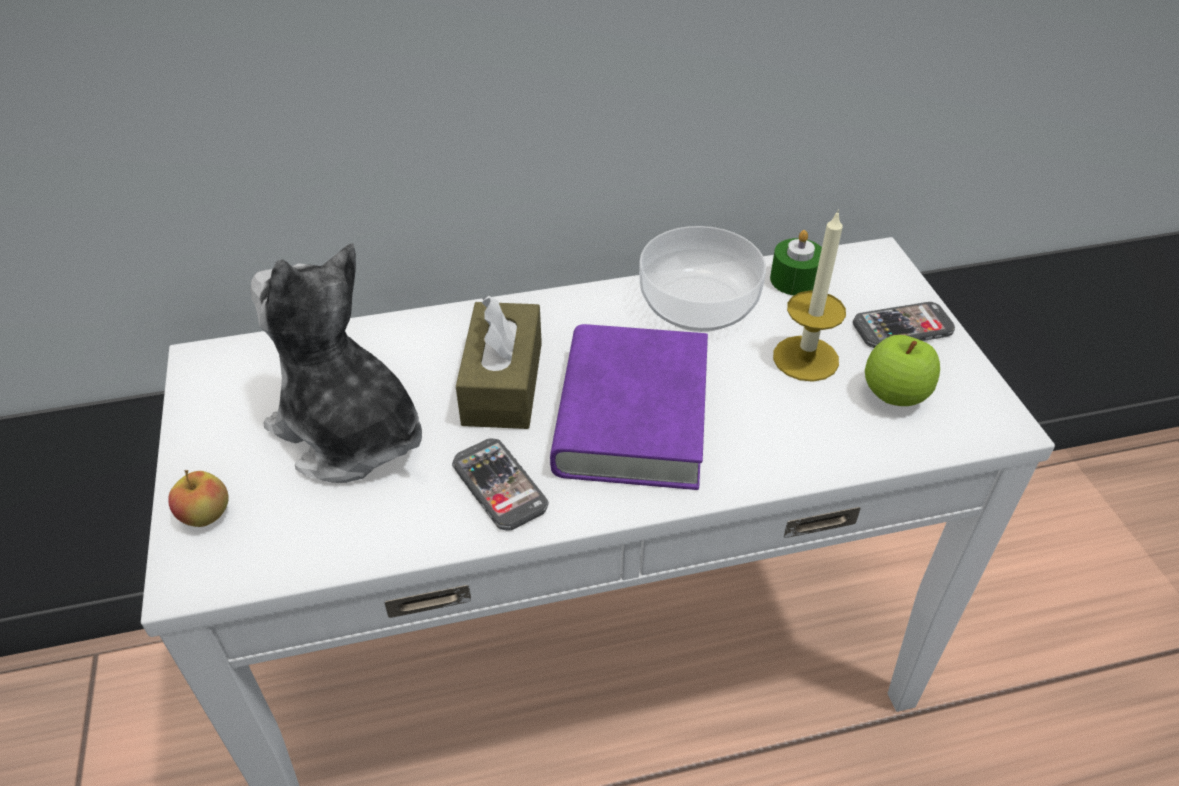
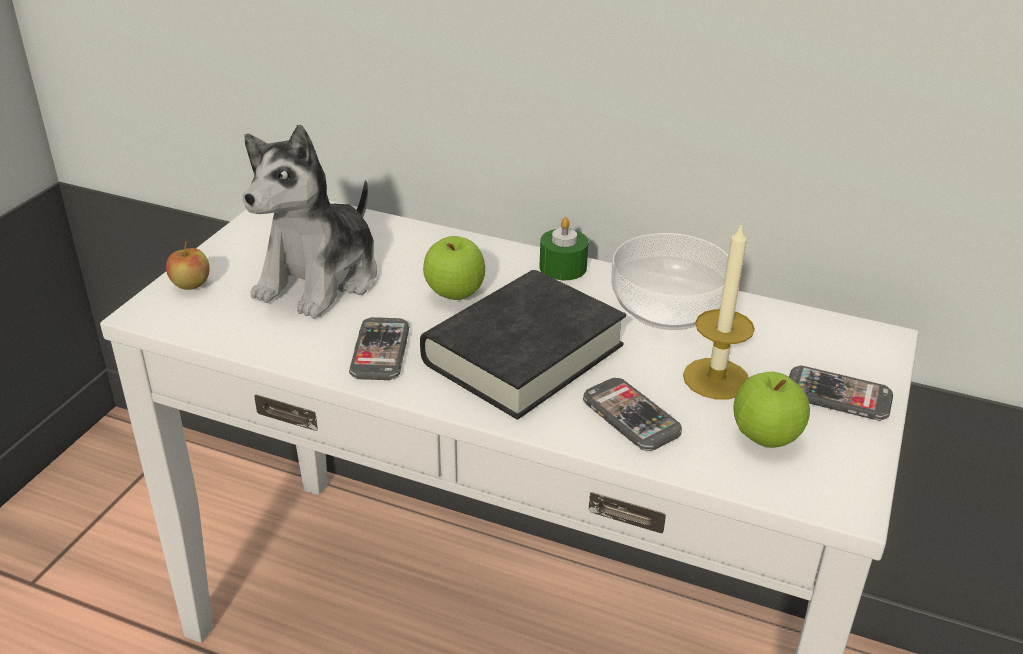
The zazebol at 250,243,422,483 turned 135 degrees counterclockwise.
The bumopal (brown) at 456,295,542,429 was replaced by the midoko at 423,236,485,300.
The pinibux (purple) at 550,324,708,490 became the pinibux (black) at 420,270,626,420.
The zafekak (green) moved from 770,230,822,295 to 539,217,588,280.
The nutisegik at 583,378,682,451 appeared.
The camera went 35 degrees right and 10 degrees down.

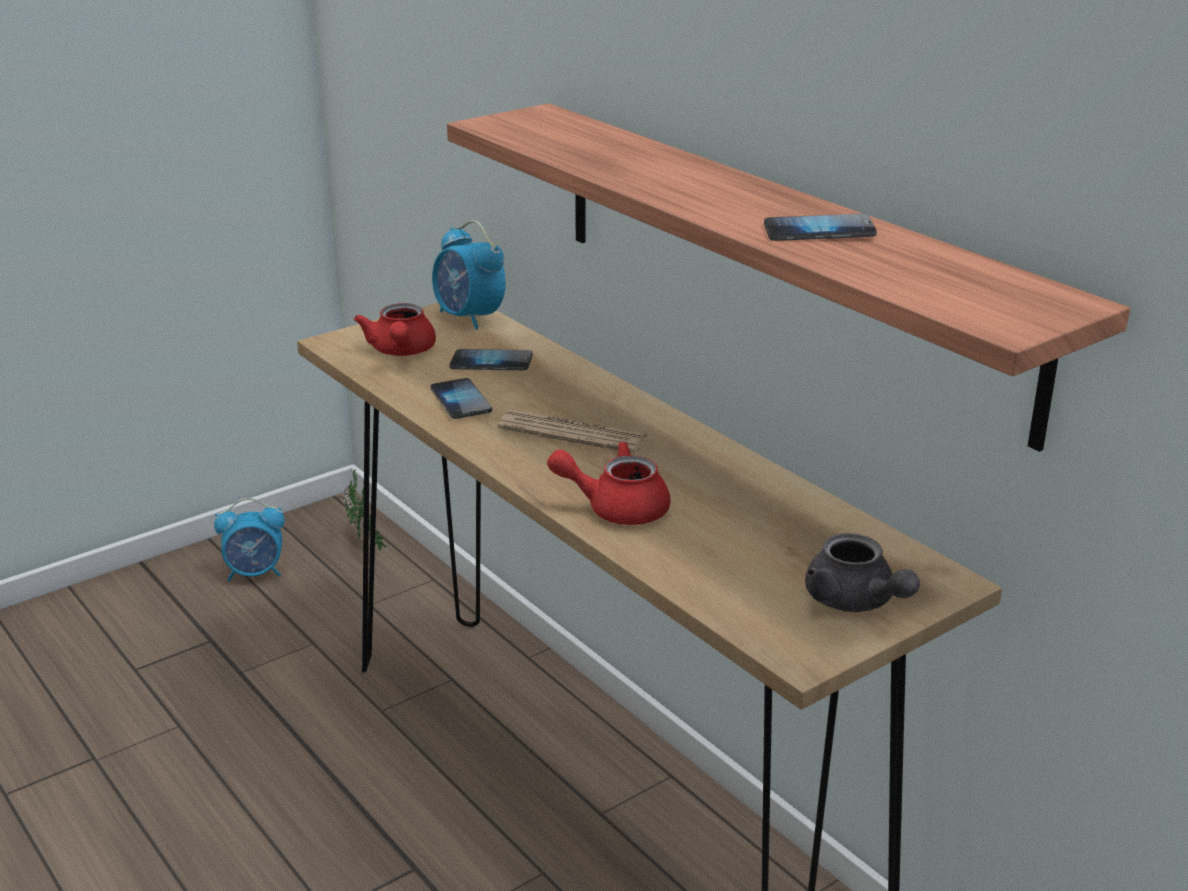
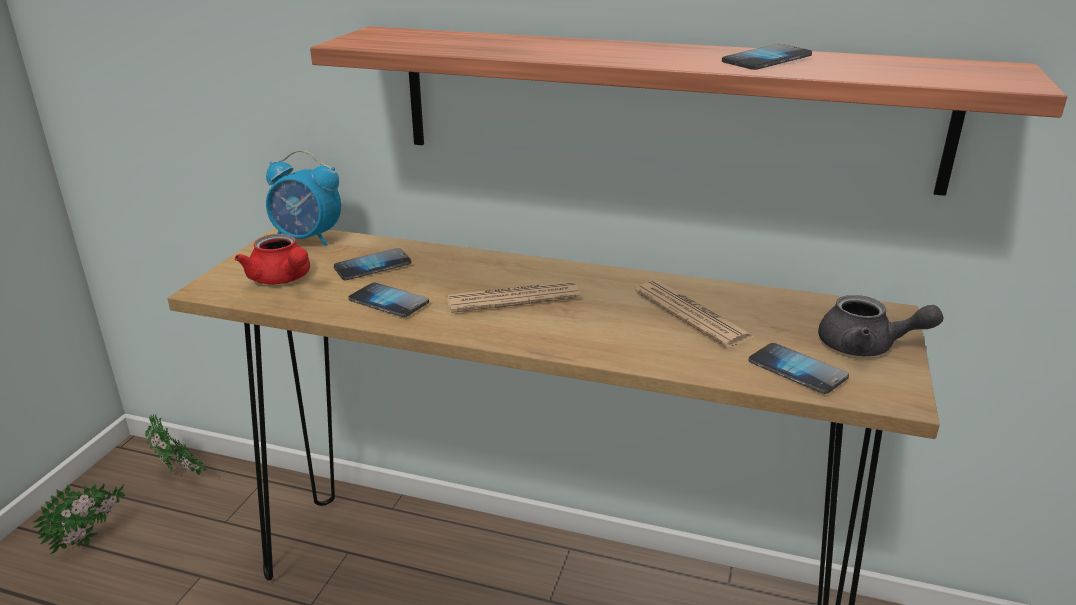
The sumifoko at 214,498,285,582 was replaced by the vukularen at 33,483,125,554.
The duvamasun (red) at 547,441,670,525 disappeared.
The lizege at 635,280,756,348 appeared.
The nutisegik at 748,343,849,394 appeared.
The camera went 35 degrees left and 0 degrees up.

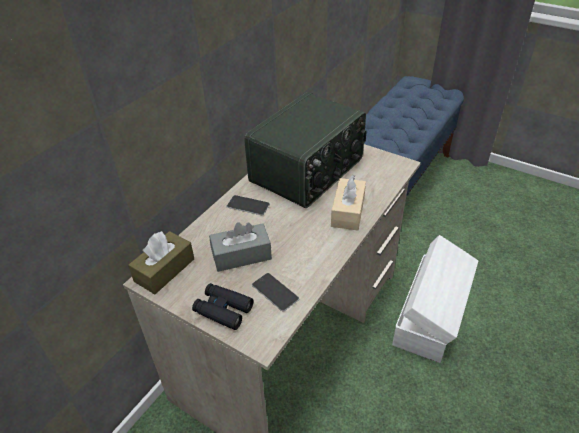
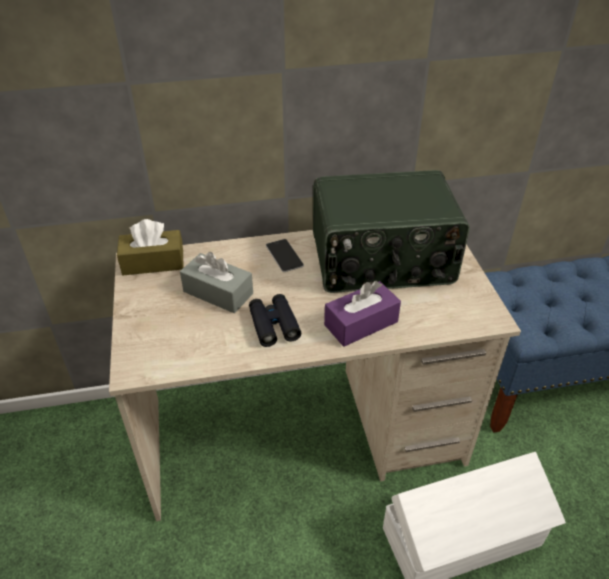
The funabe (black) moved from 192,283,254,330 to 249,294,301,347.
The nutisegik at 252,273,299,311 disappeared.
The bumopal (beige) at 331,175,366,230 became the bumopal (purple) at 324,281,401,347.
The camera went 45 degrees right and 0 degrees up.

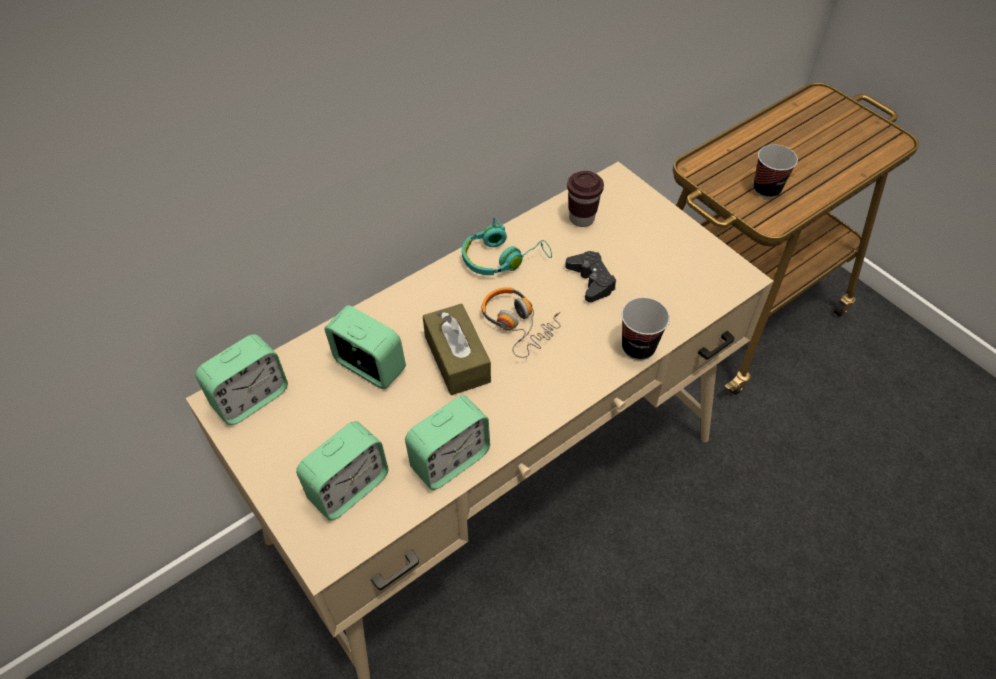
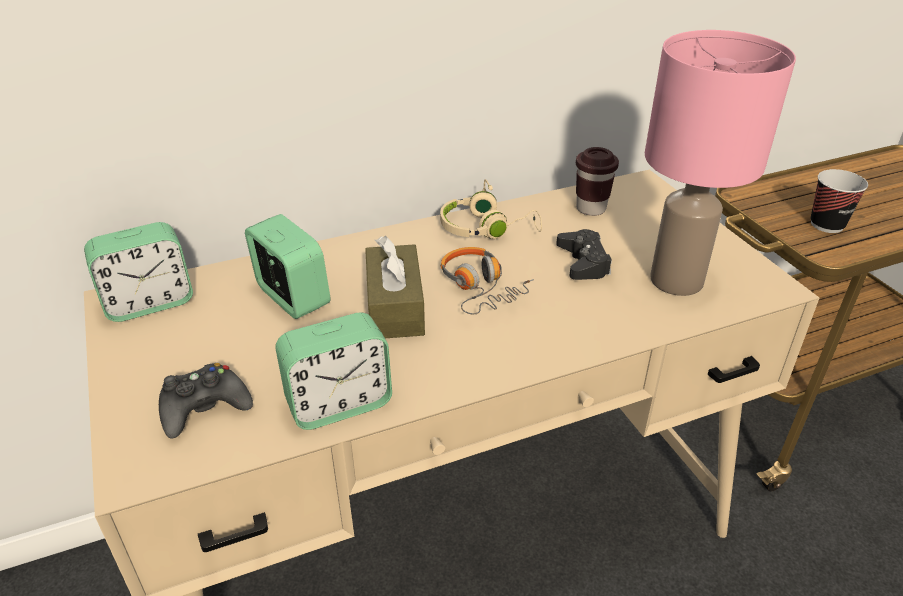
The sumifoko at 296,421,389,521 was replaced by the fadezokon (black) at 159,363,253,439.
The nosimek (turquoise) at 462,217,552,275 became the nosimek (beige) at 440,179,542,239.
The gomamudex at 621,297,670,360 disappeared.
The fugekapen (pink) at 645,30,796,296 appeared.
The camera went 15 degrees right and 15 degrees down.

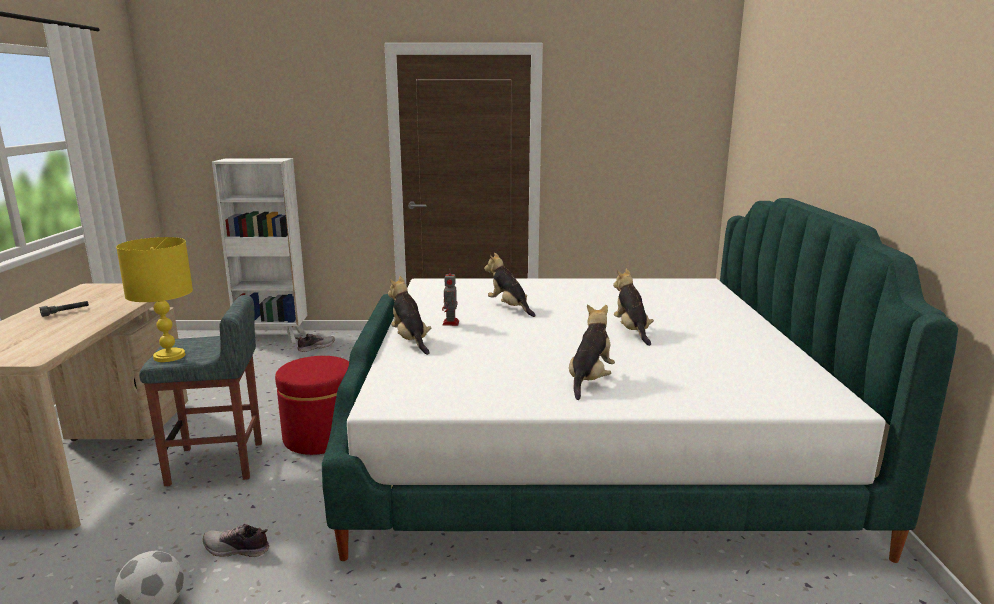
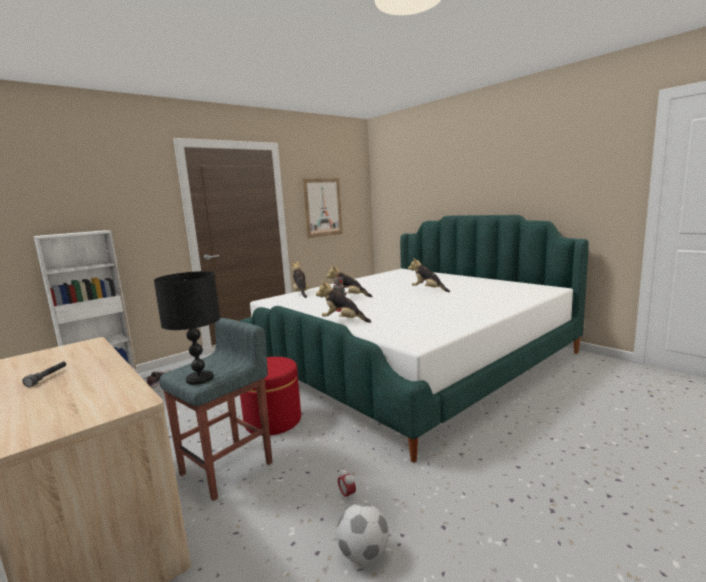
The fugekapen (yellow) at 116,237,193,362 became the fugekapen (black) at 154,271,220,385.
The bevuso at 203,524,269,557 was replaced by the sumifoko at 338,468,356,501.
The zazebol moved from 569,304,615,400 to 291,261,312,298.
The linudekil at 303,178,343,238 appeared.
The camera went 40 degrees left and 5 degrees down.

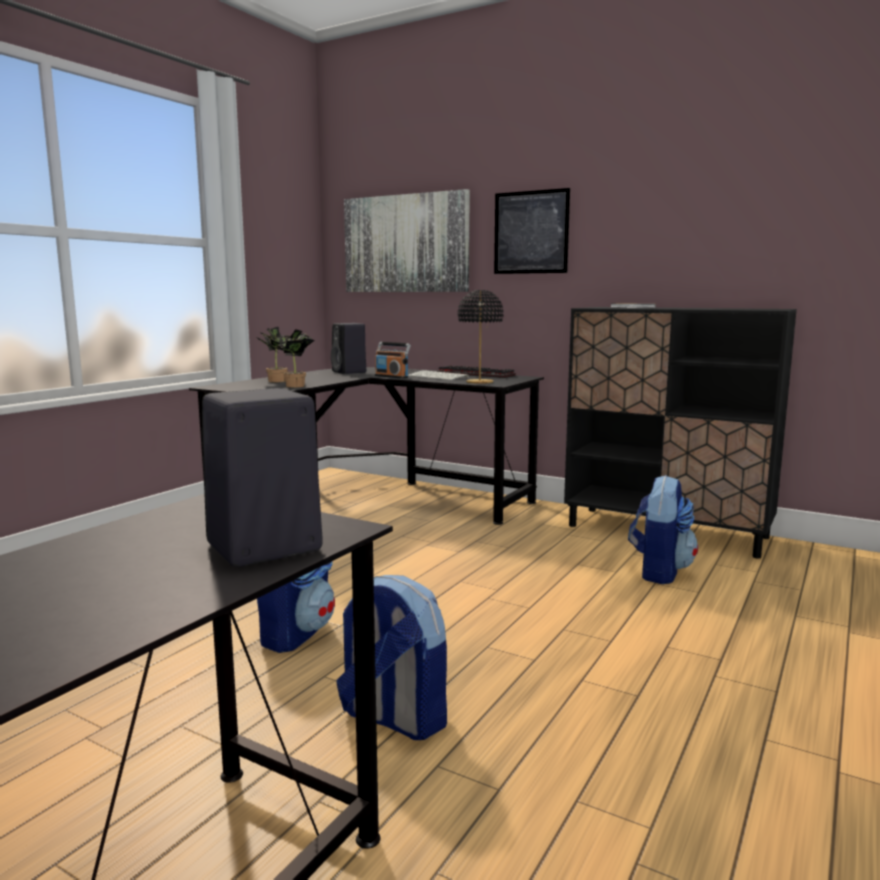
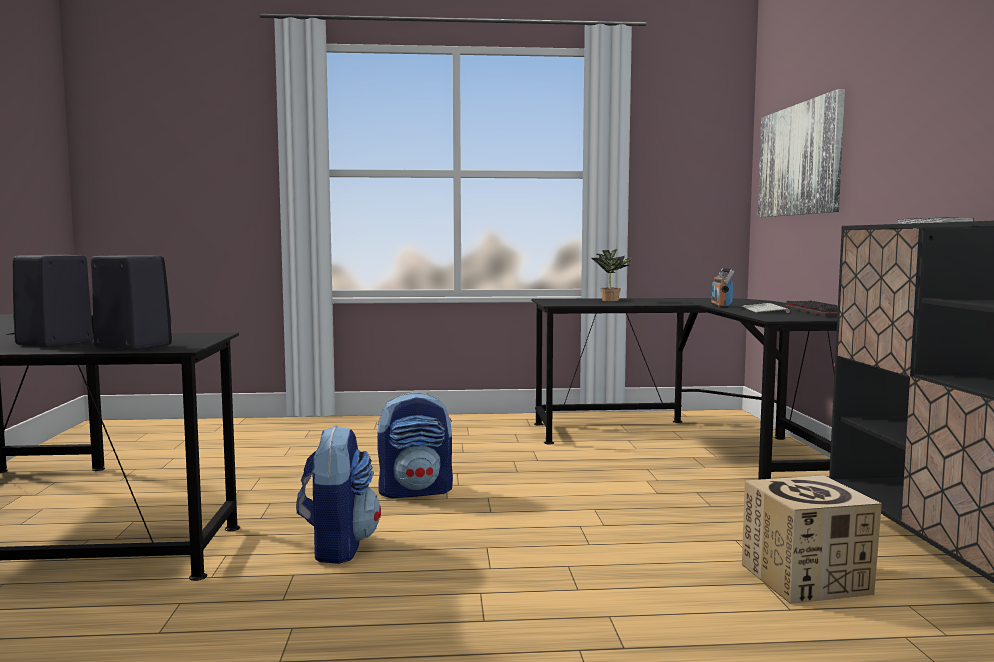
The vukularen at 274,329,315,388 disappeared.
The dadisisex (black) moved from 331,323,366,374 to 13,255,93,347.
The fugekapen (black) at 458,290,504,384 disappeared.
The linudekil at 494,188,570,274 disappeared.
The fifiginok at 628,475,698,584 was replaced by the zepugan at 742,475,882,604.
The camera went 55 degrees right and 5 degrees down.

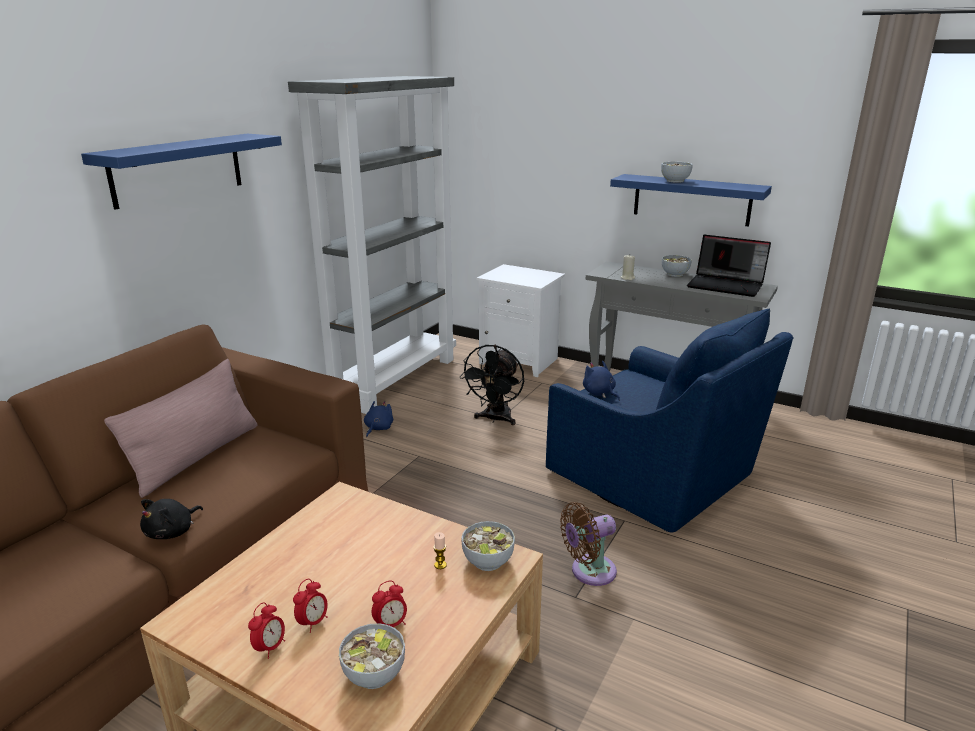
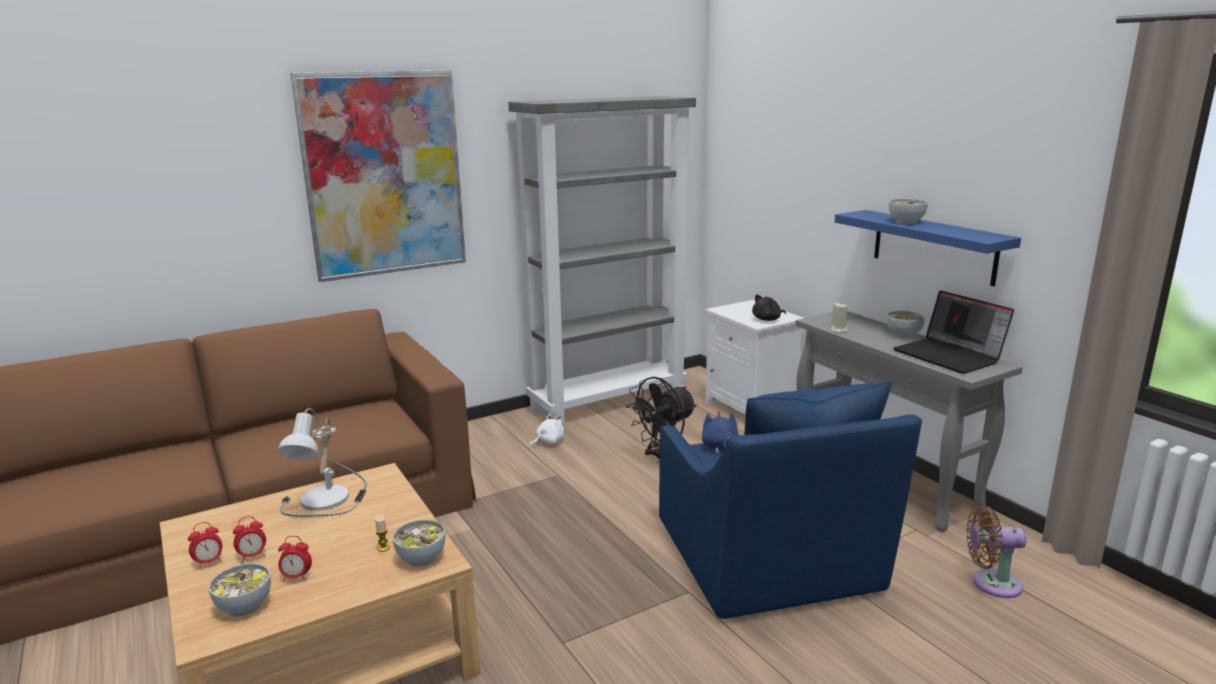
The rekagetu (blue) at 81,134,282,210 was replaced by the linudekil at 290,70,466,282.
The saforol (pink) at 104,359,258,498 disappeared.
The zazebol (black) moved from 140,499,203,539 to 752,294,786,321.
The zazebol (blue) at 364,401,394,437 became the zazebol (white) at 529,414,564,447.
The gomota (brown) moved from 560,502,617,586 to 967,505,1027,598.
The fugekapen at 277,408,367,516 appeared.
The camera went 30 degrees right and 5 degrees down.

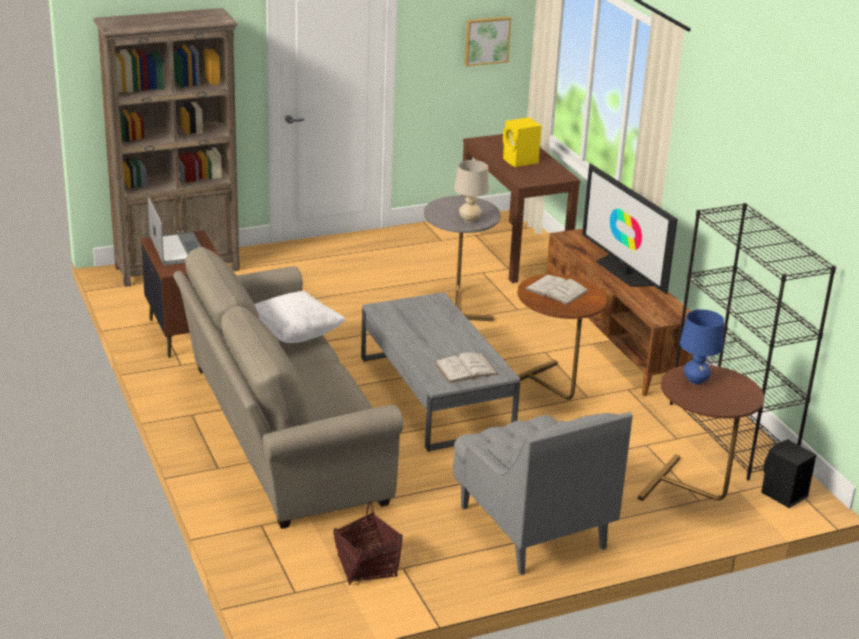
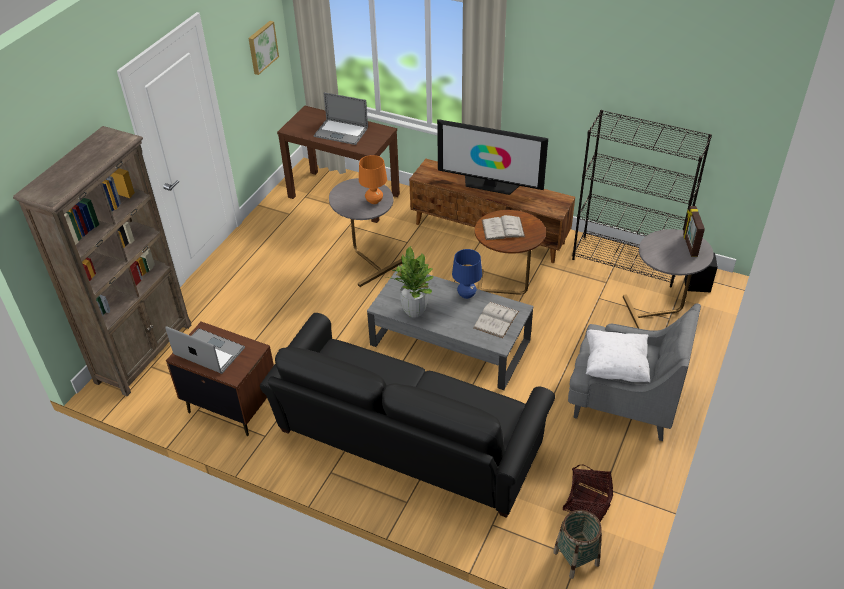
The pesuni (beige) at 173,247,403,529 became the pesuni (black) at 260,313,555,518.
The saforol (white) moved from 254,291,346,343 to 586,330,650,383.
The fugekapen (beige) at 454,160,489,222 became the fugekapen (orange) at 359,155,387,204.
The dadisisex (yellow) at 503,117,542,167 was replaced by the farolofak at 314,92,368,145.
The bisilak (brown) at 638,365,765,501 became the bisilak (grey) at 623,229,714,329.
The fugekapen (blue) moved from 680,309,724,384 to 452,249,482,299.
The vukularen at 386,246,433,318 appeared.
The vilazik at 553,510,602,579 appeared.
The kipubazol at 683,206,705,257 appeared.
The camera went 40 degrees left and 15 degrees up.

